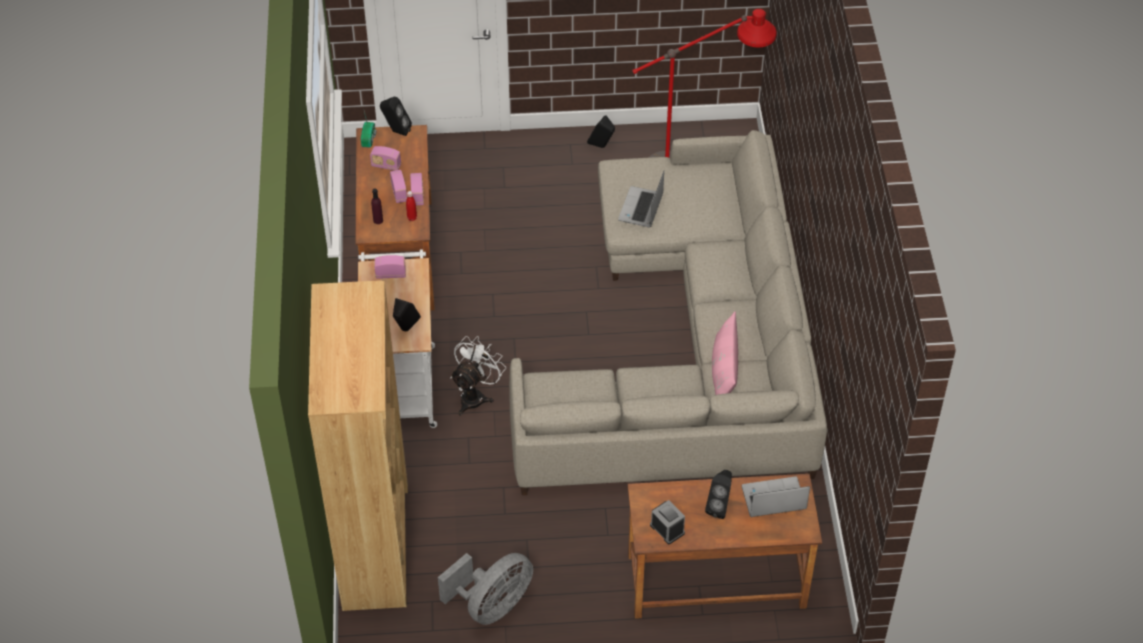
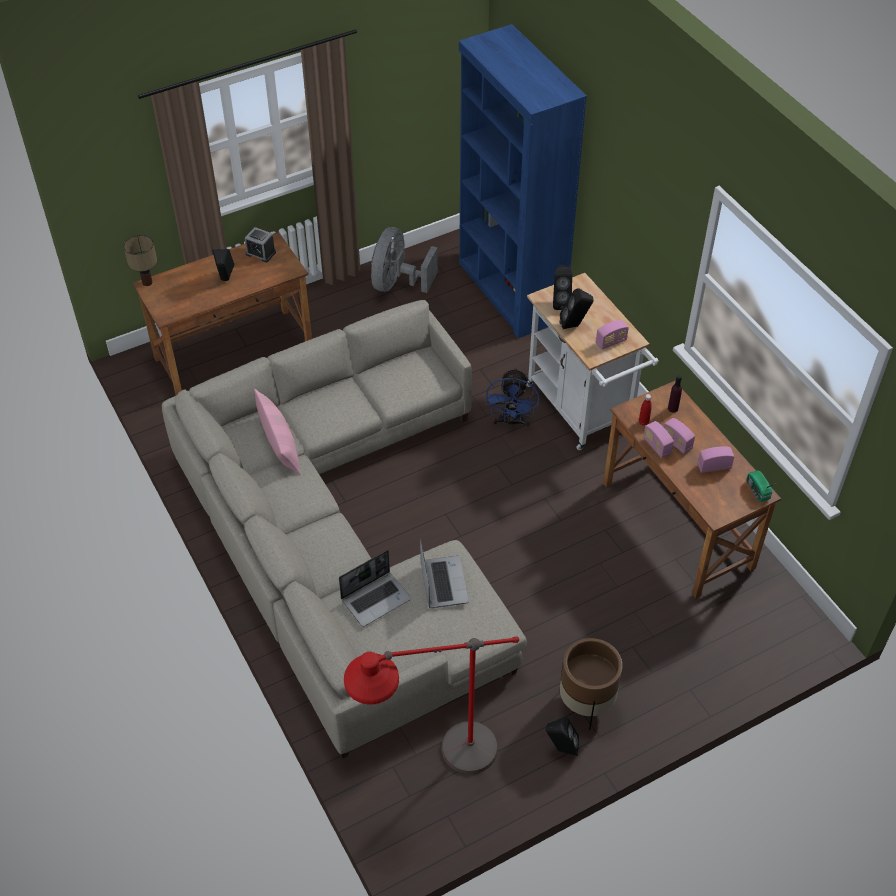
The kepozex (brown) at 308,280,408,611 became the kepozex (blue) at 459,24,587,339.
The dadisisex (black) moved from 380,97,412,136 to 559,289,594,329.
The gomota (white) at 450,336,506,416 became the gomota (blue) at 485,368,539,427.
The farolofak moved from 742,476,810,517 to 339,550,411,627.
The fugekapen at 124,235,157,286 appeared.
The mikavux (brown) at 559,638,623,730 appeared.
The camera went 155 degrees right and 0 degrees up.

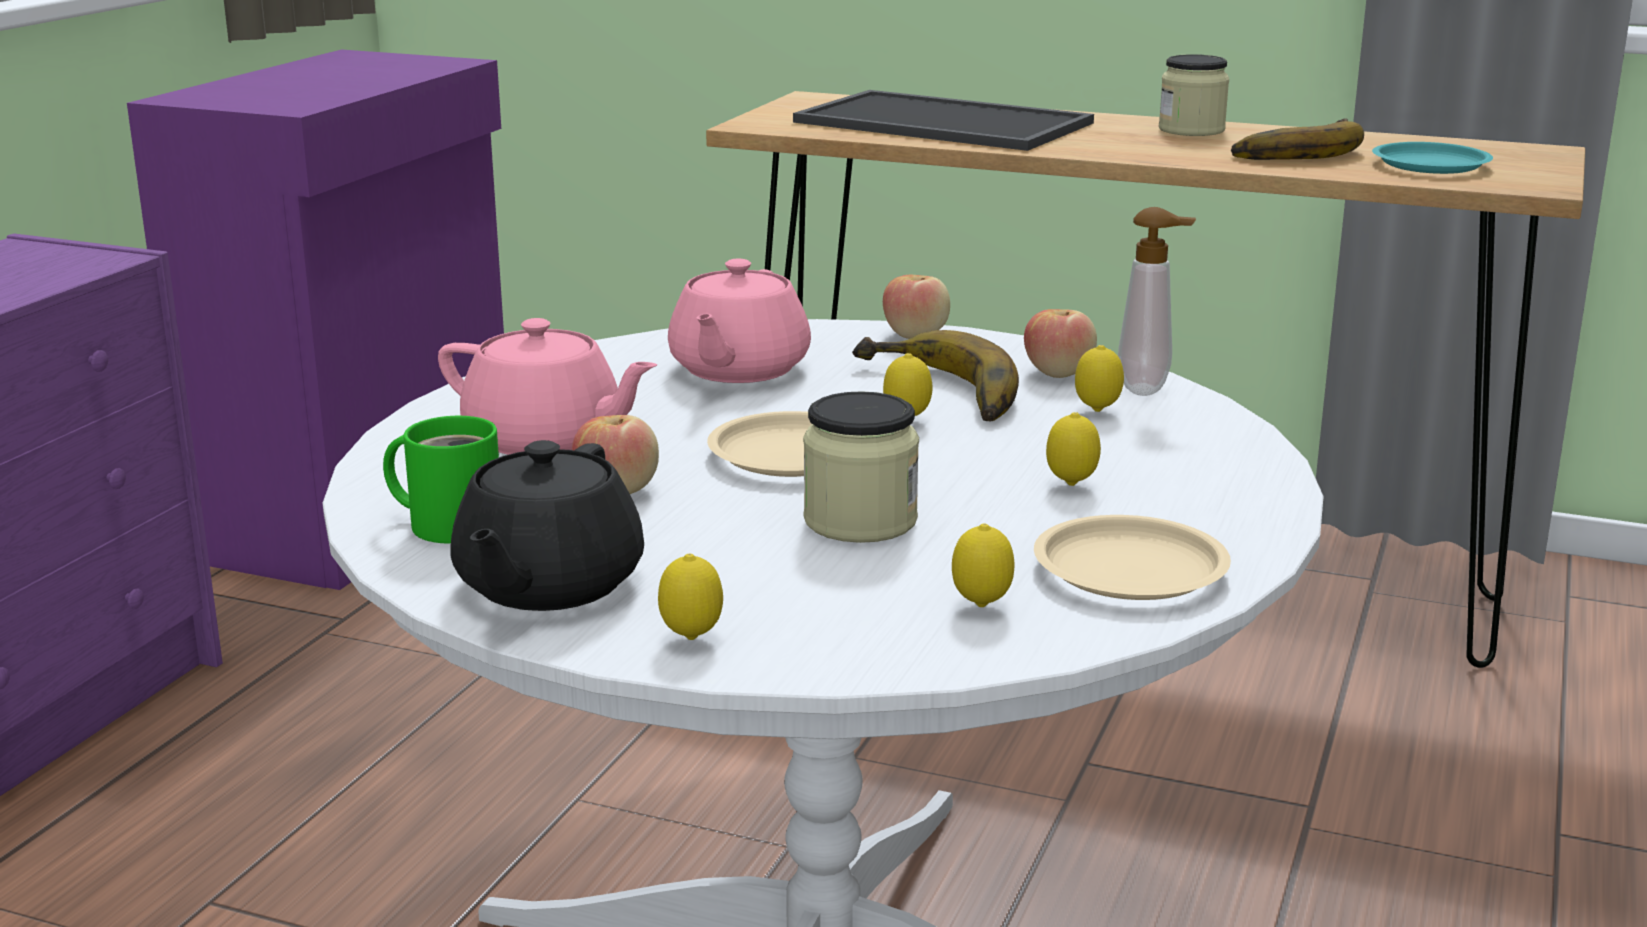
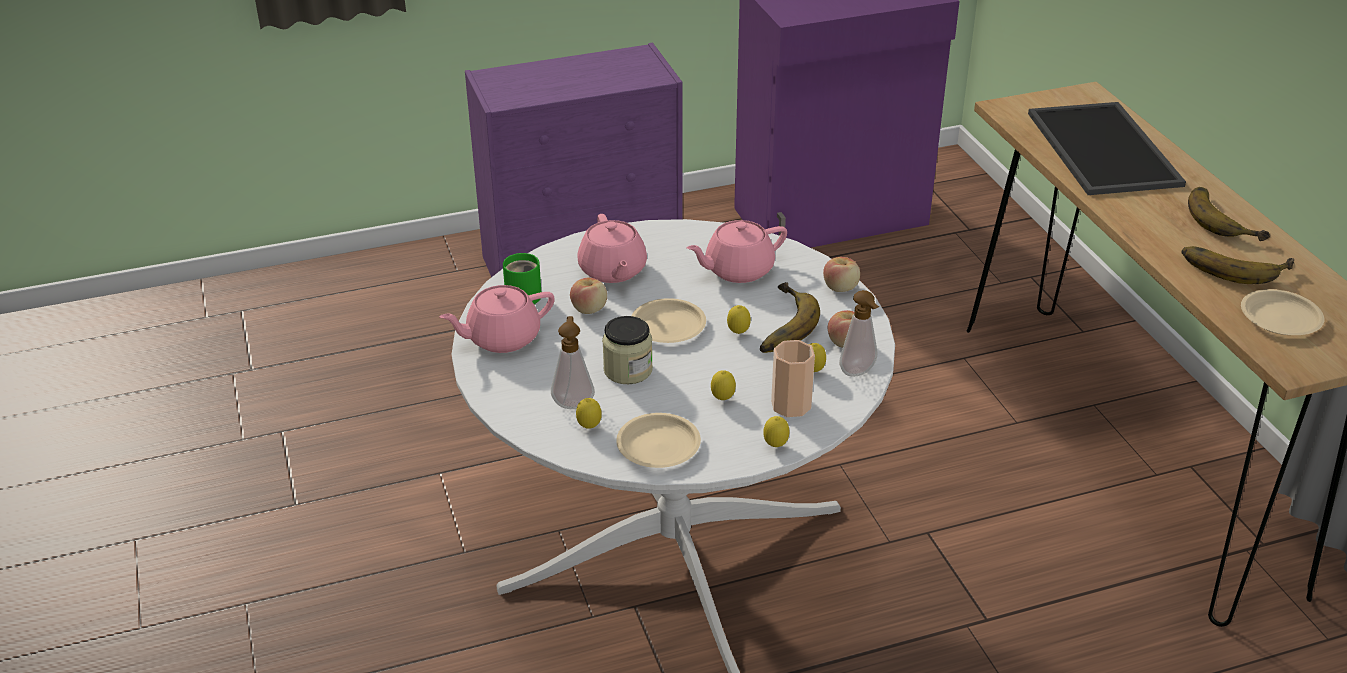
The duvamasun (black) at 450,440,644,611 became the duvamasun (pink) at 439,285,555,353.
The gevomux moved from 658,554,723,640 to 763,416,790,447.
The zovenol at 1159,54,1229,136 was replaced by the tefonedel at 1188,187,1270,241.
The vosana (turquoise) at 1372,142,1493,174 became the vosana (beige) at 1241,289,1324,335.
The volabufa at 551,316,595,409 appeared.
The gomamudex at 771,340,815,417 appeared.
The camera went 50 degrees right and 15 degrees up.

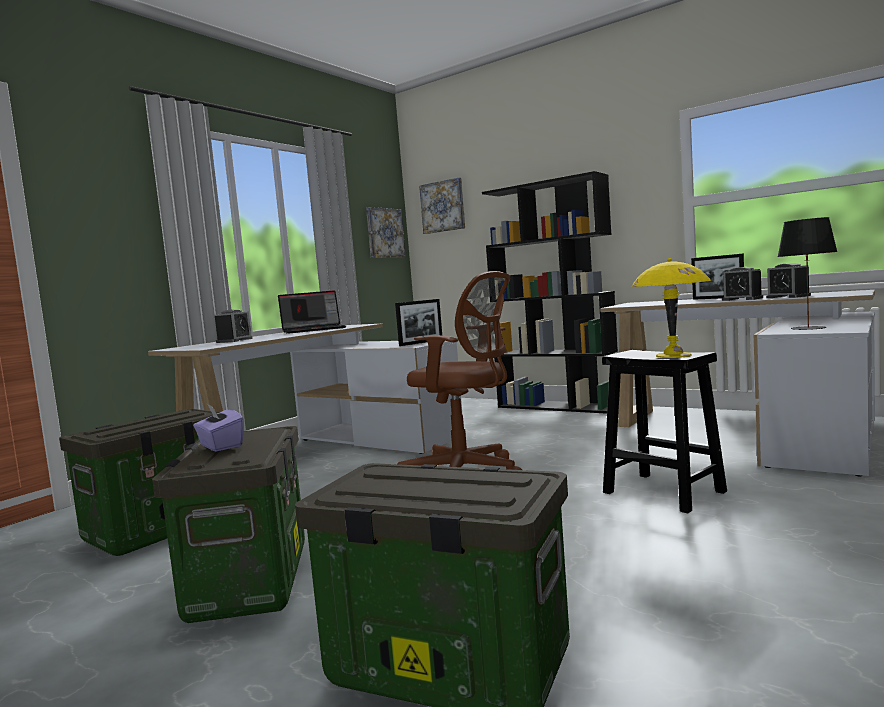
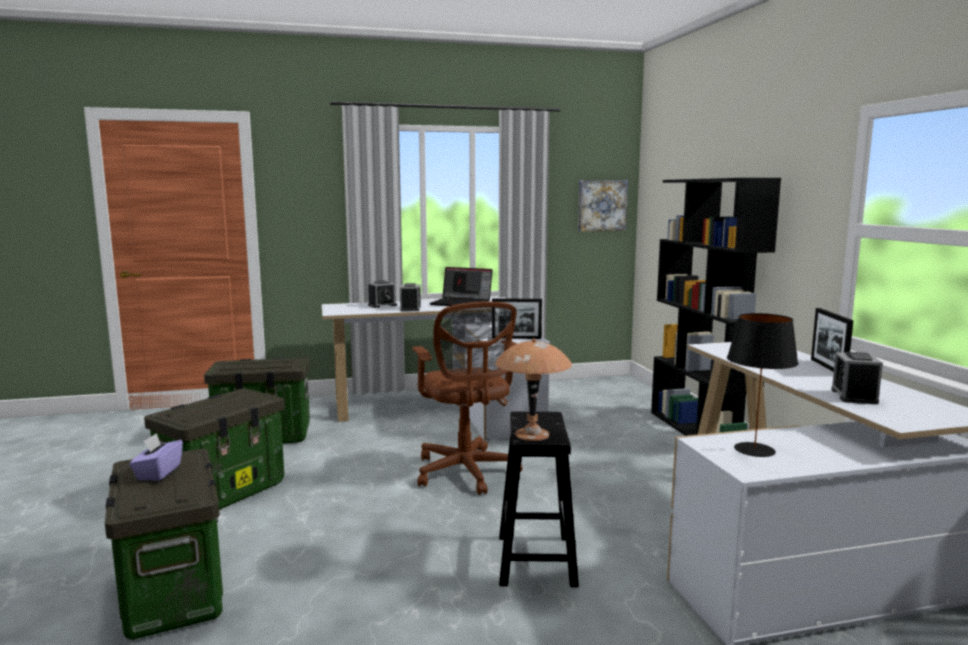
The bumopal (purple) moved from 193,404,244,452 to 129,433,183,481.
The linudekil at 419,177,465,234 disappeared.
The fugekapen (yellow) at 631,258,711,358 became the fugekapen (brown) at 495,338,572,441.
The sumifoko moved from 722,267,763,301 to 400,283,421,311.
The camera went 40 degrees right and 5 degrees up.

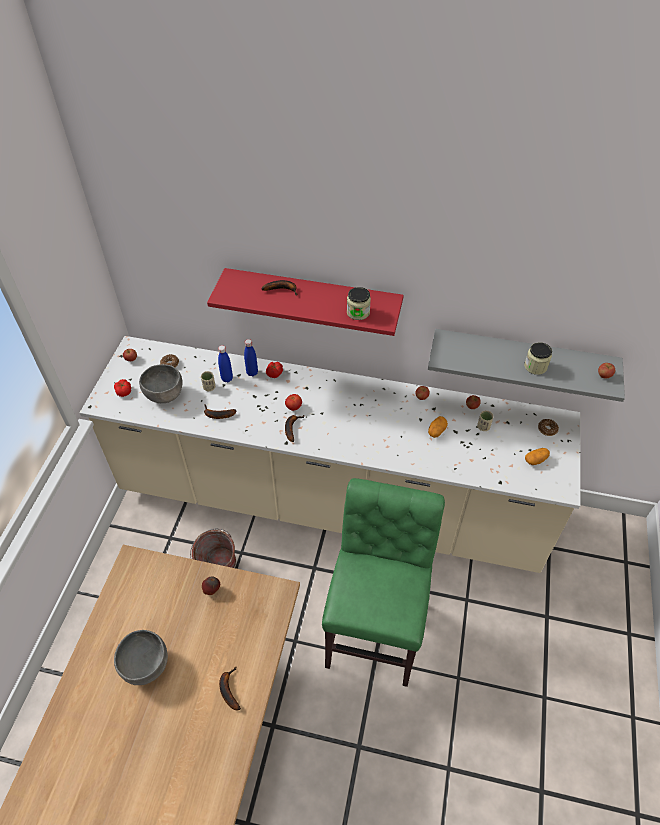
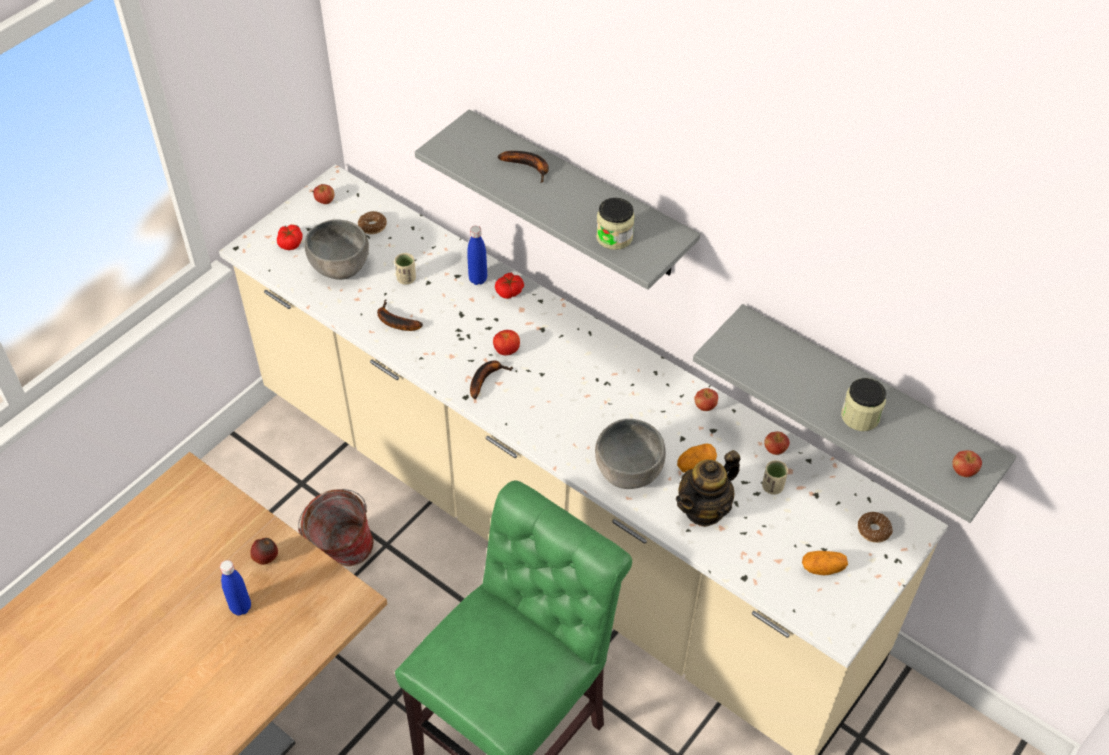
The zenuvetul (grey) moved from 114,630,168,685 to 595,419,666,489.
The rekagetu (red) at 207,268,404,336 became the rekagetu (grey) at 415,109,700,290.
The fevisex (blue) moved from 218,345,233,382 to 220,560,251,616.
The tefonedel at 219,667,241,710 disappeared.
The duvamasun at 676,450,741,527 appeared.
The camera went 25 degrees right and 0 degrees up.

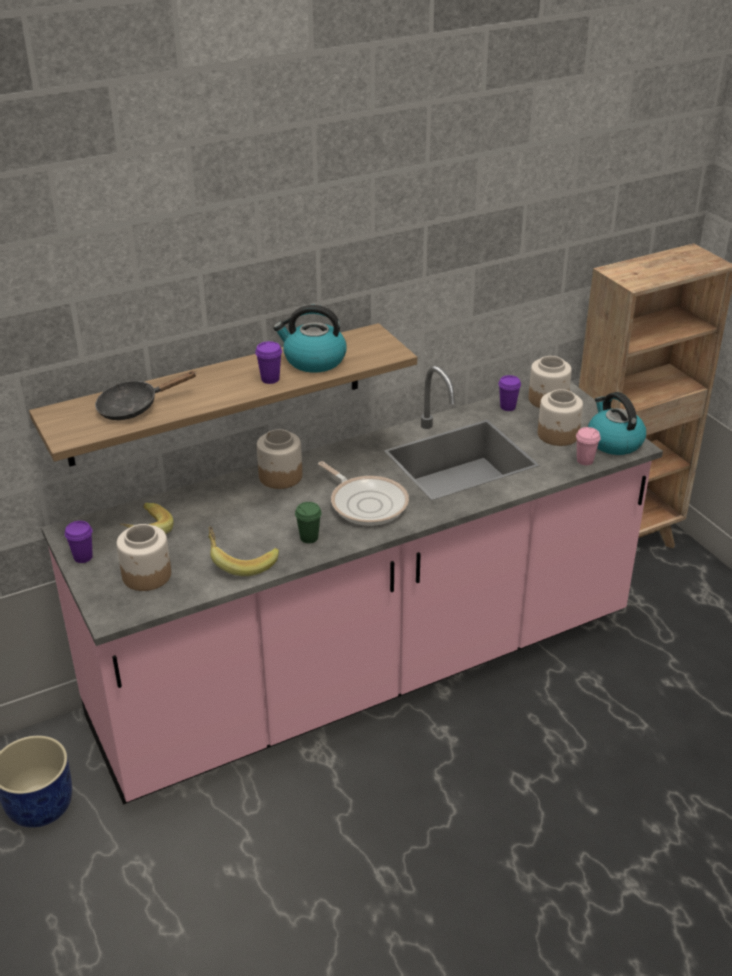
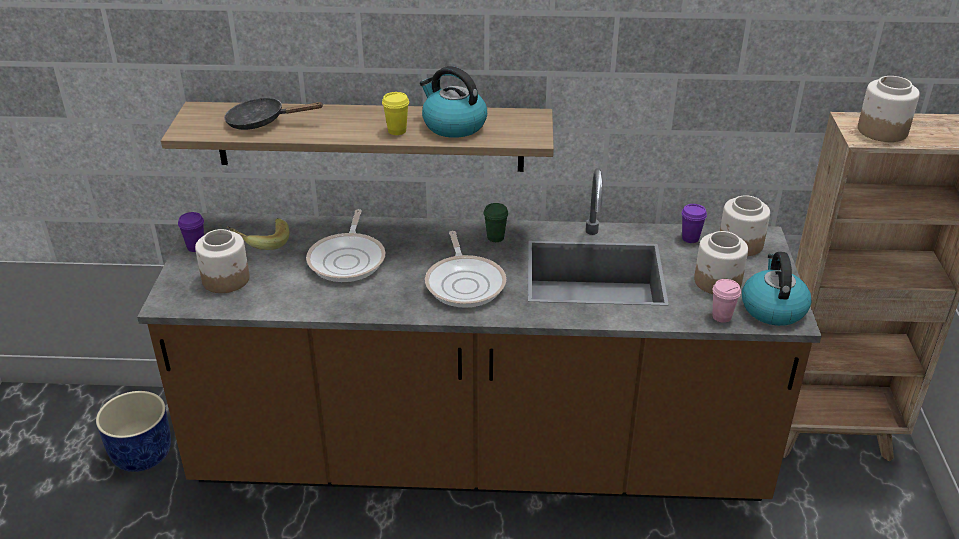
The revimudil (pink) at 41,366,663,805 became the revimudil (brown) at 137,168,821,501.
The tefonedel at 208,527,279,576 disappeared.
The gomamudex (purple) at 255,341,282,384 became the gomamudex (yellow) at 382,92,409,135.
The zovenol moved from 257,429,302,489 to 858,76,920,142.
The gomamudex (green) moved from 295,502,322,543 to 483,203,508,242.
The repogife at 306,209,385,282 appeared.
The camera went 30 degrees right and 0 degrees up.

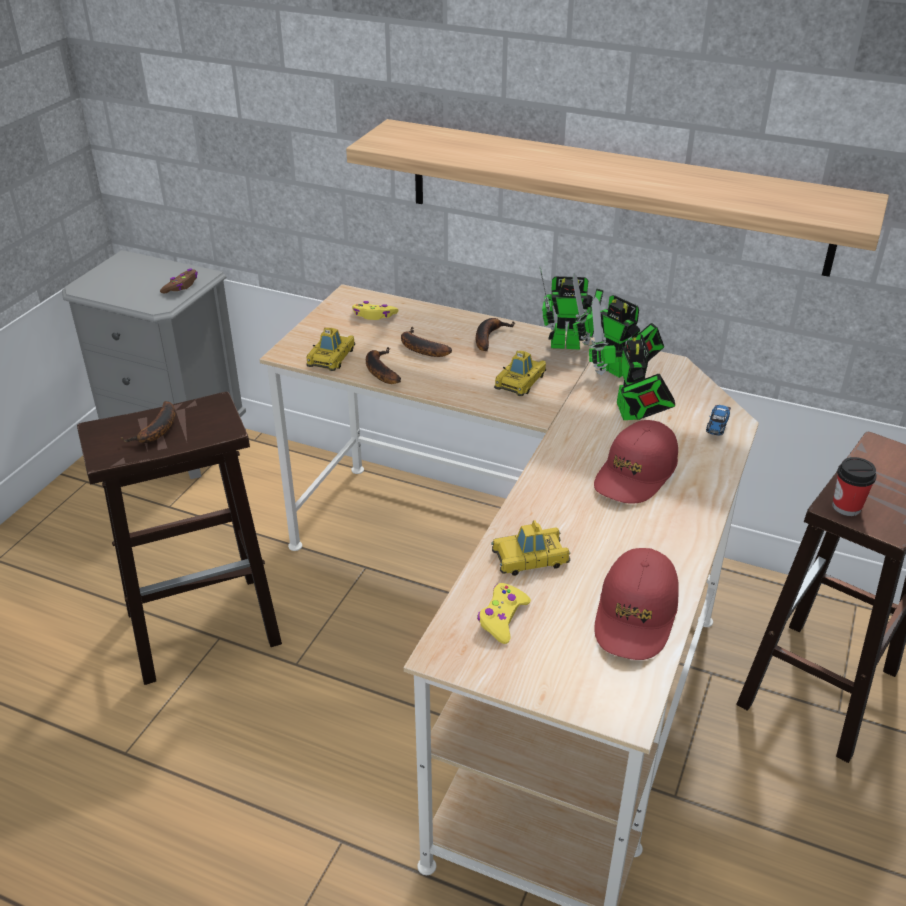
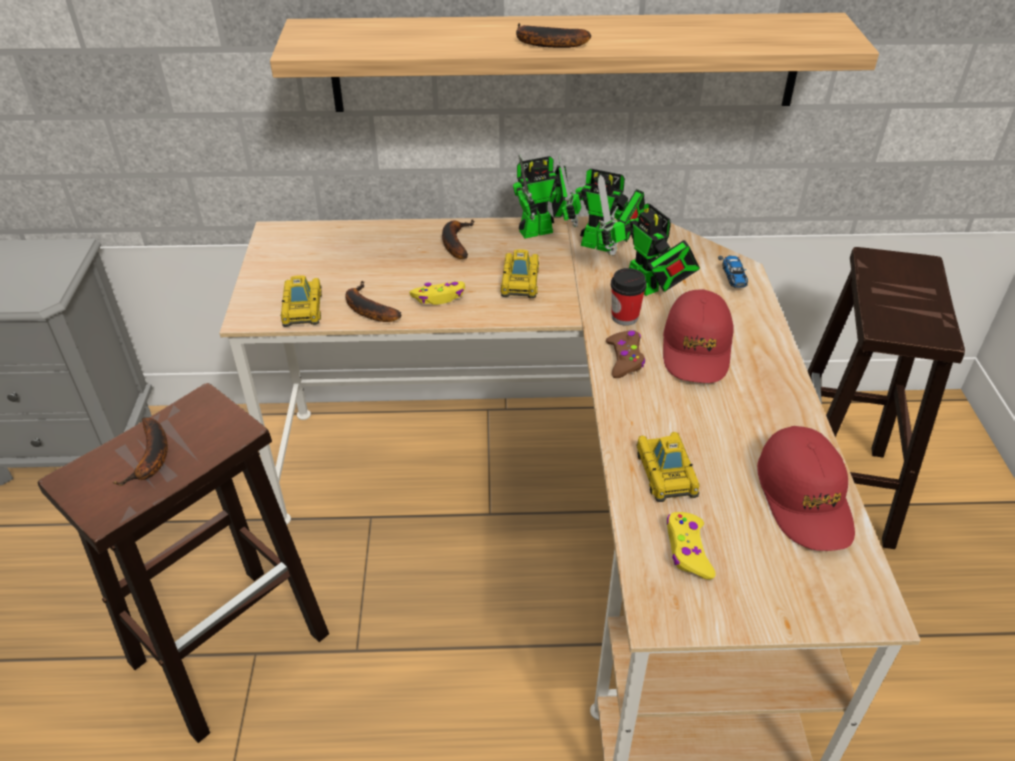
The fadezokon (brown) moved from 160,269,198,293 to 606,330,645,378.
The fadezokon (yellow) moved from 352,301,398,320 to 409,281,465,305.
The tefonedel moved from 401,327,452,357 to 516,23,591,48.
The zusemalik at 491,520,570,576 turned 120 degrees clockwise.
The gomamudex moved from 832,457,877,516 to 611,268,647,326.
The camera went 25 degrees left and 5 degrees up.

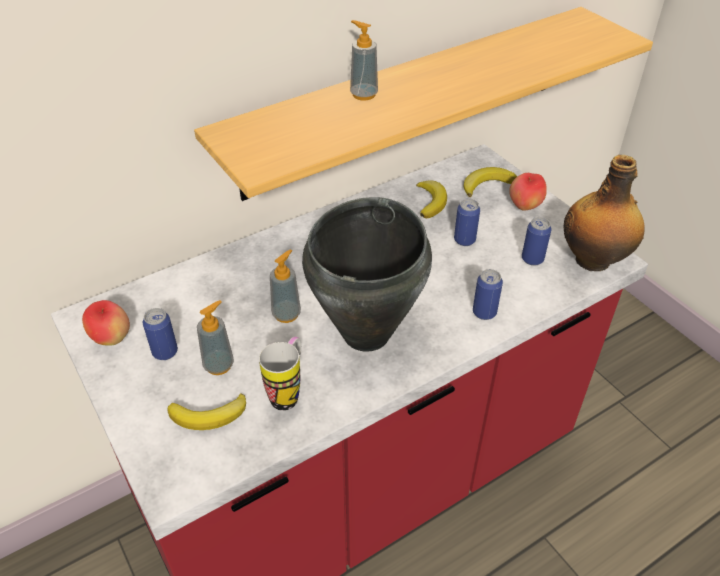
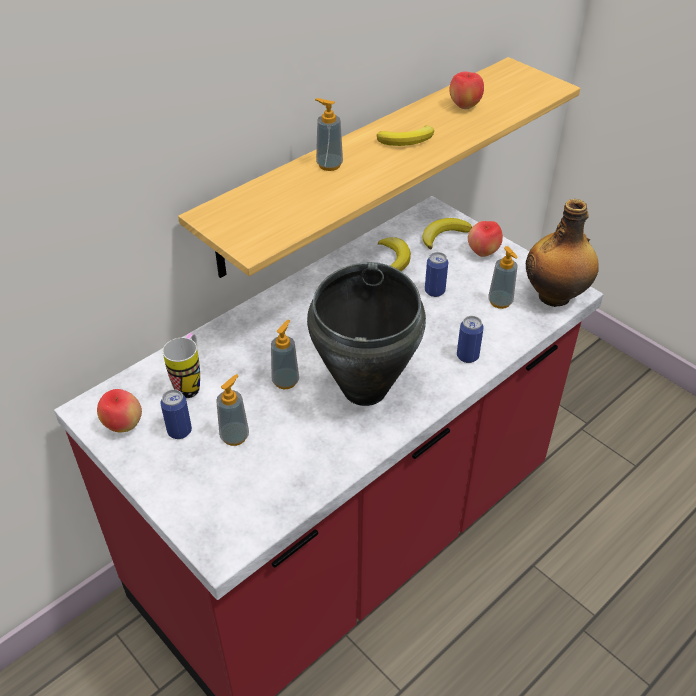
The tefonedel moved from 167,394,246,430 to 377,125,434,146.
The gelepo moved from 259,337,301,411 to 163,333,200,398.
The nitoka at 522,217,552,266 was replaced by the volabufa at 488,246,518,309.
The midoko at 449,71,484,109 appeared.
The camera went 10 degrees left and 0 degrees up.

